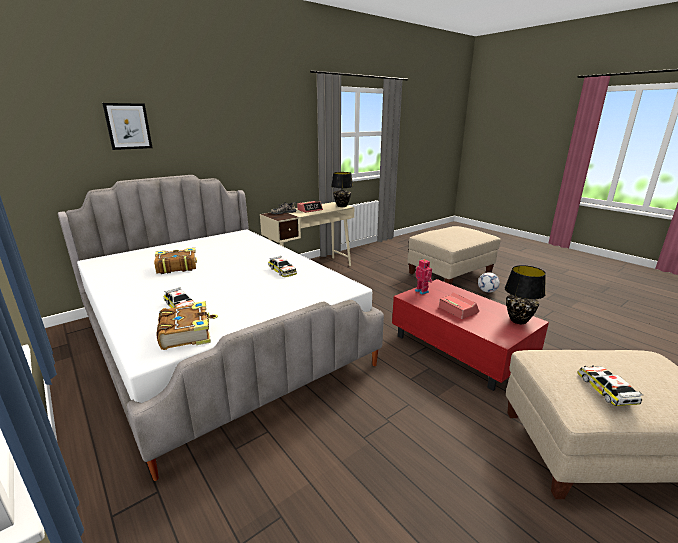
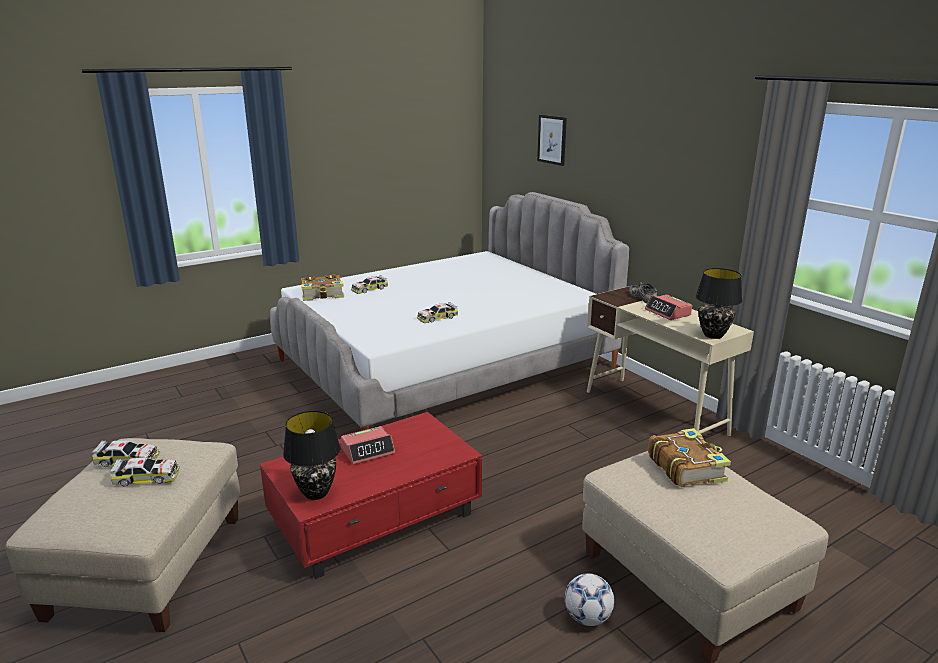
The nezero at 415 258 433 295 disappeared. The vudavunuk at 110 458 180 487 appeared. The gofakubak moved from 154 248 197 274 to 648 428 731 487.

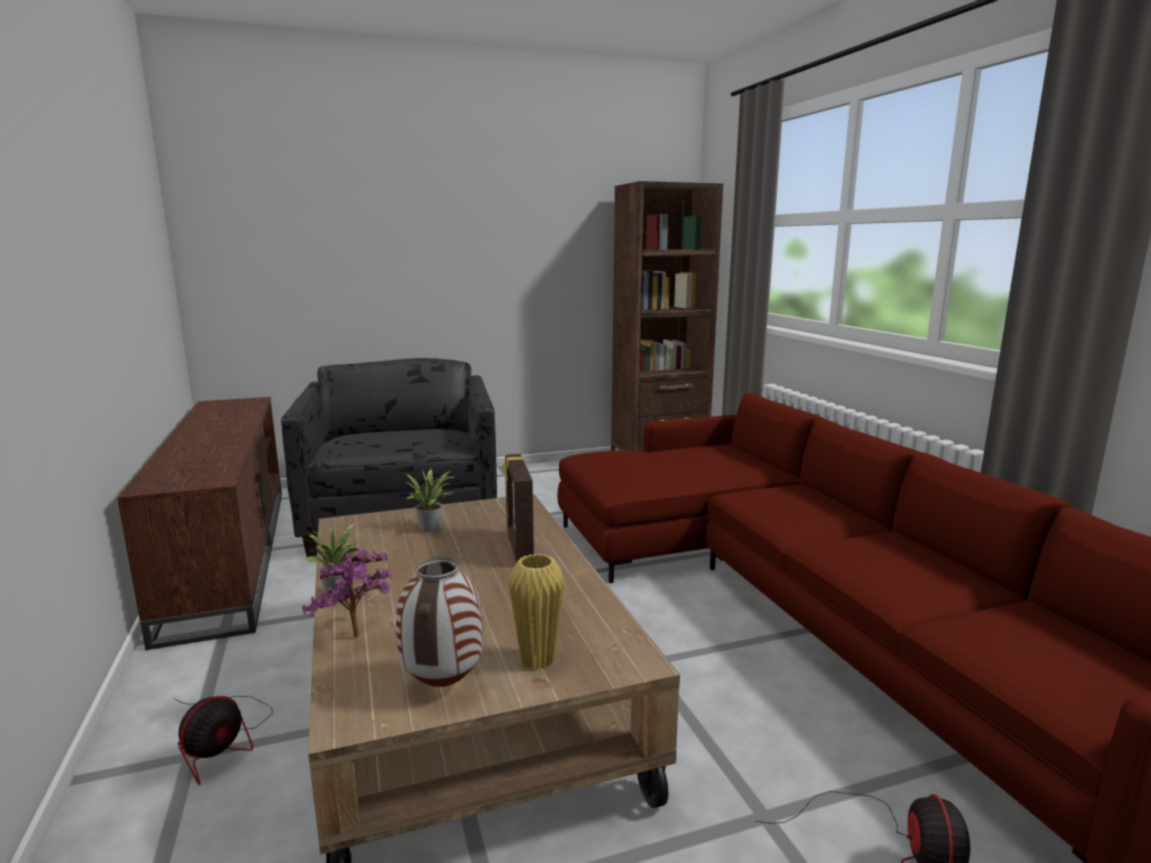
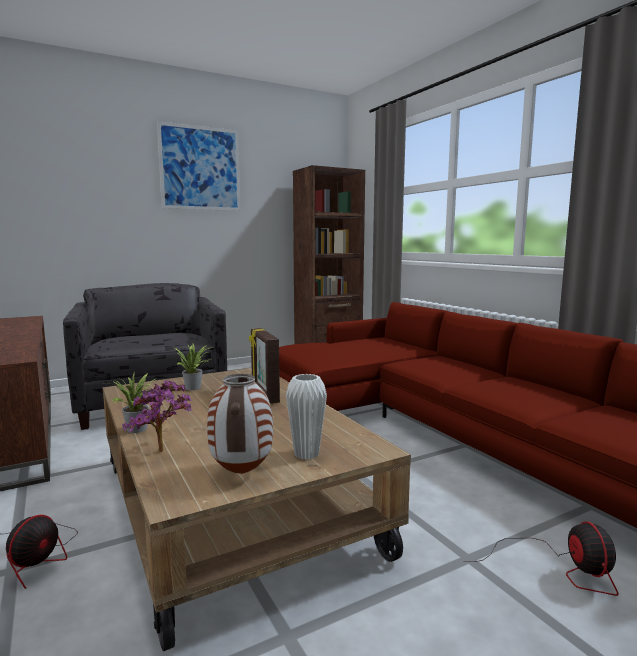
The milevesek at 157 121 240 211 appeared. The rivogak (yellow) at 509 554 565 669 became the rivogak (white) at 286 374 327 460.

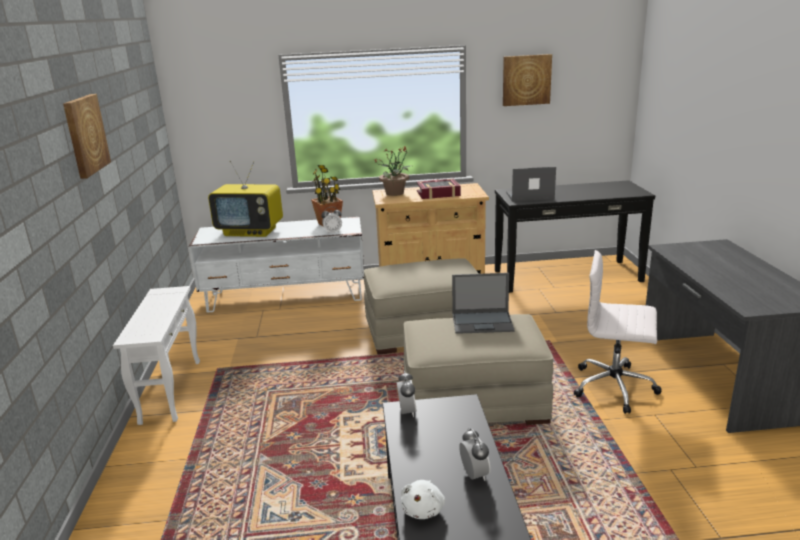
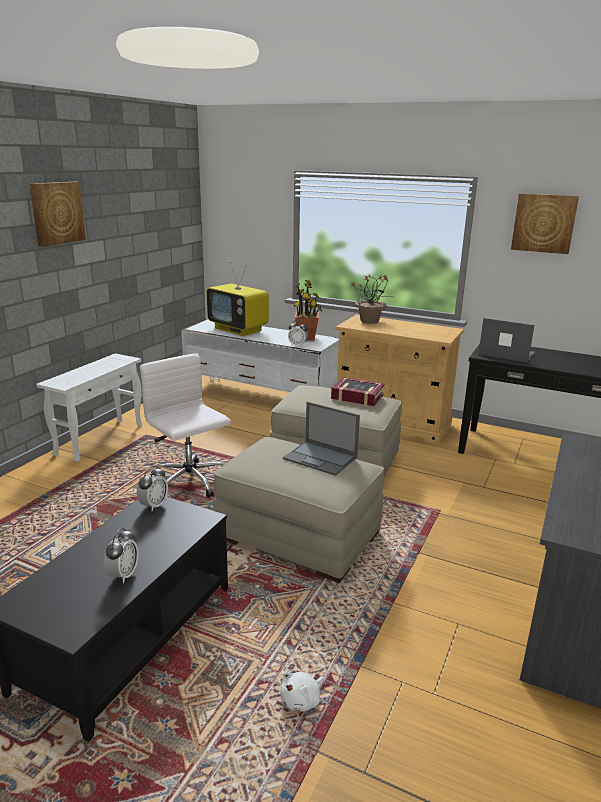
The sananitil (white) moved from 401 480 445 519 to 280 672 325 711. The gofakubak moved from 417 179 461 199 to 331 377 385 406. The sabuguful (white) moved from 574 250 662 414 to 140 353 231 498.

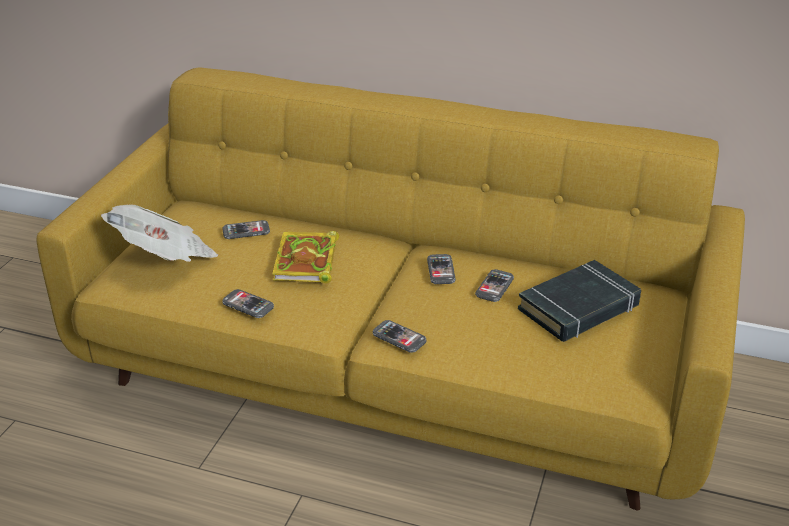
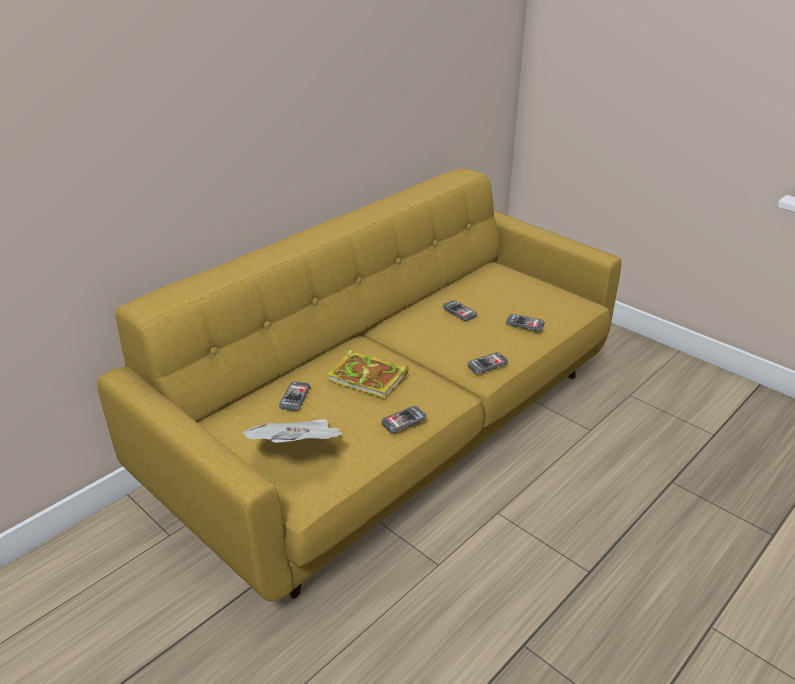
The gofakubak (black) at 518 260 641 342 disappeared. The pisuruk moved from 427 254 456 284 to 506 314 545 331.

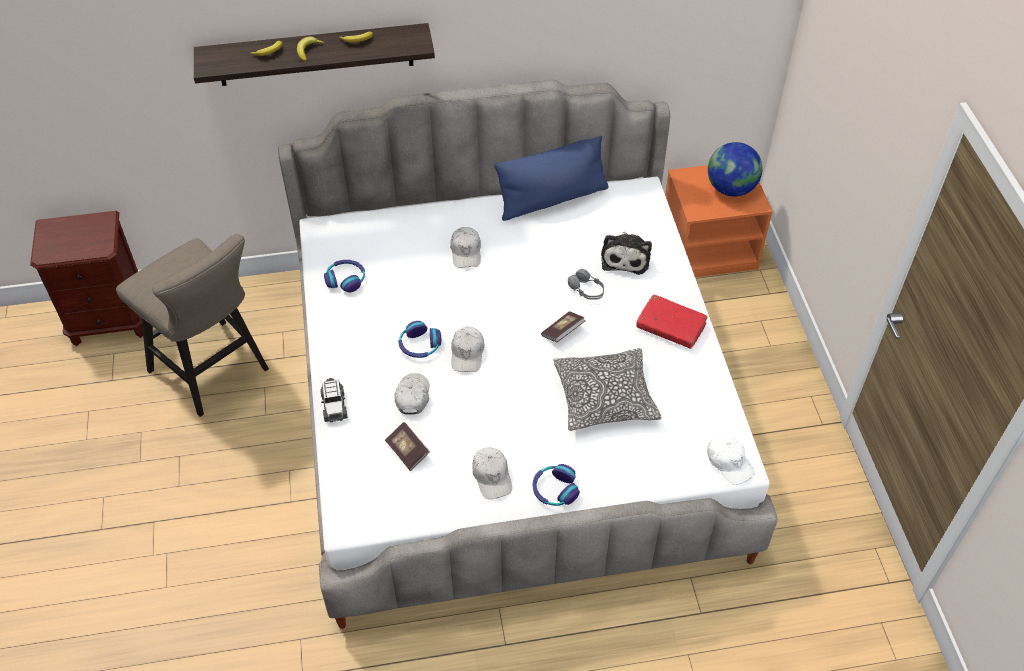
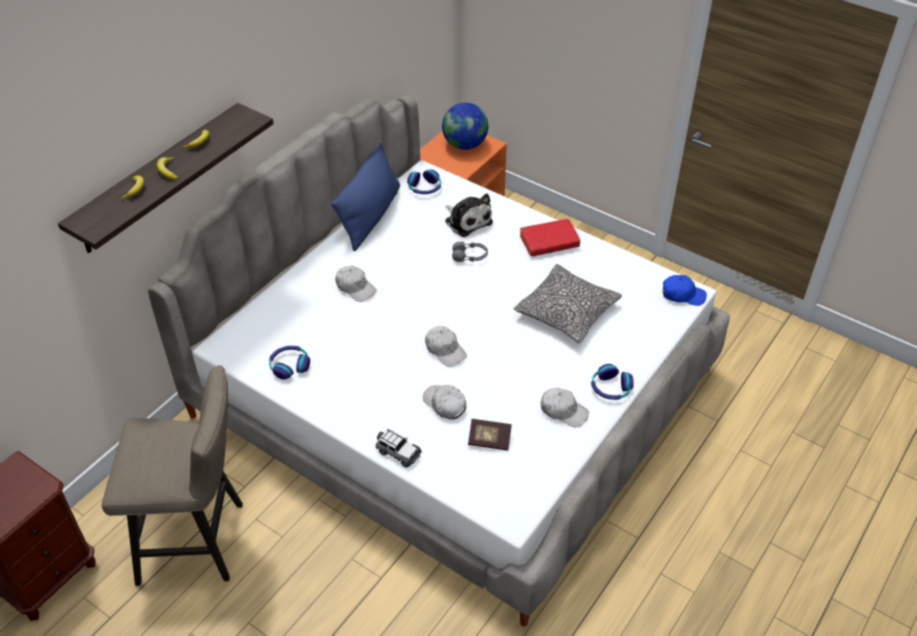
The gofakubak at 541 311 585 342 disappeared. The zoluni moved from 398 321 441 358 to 407 169 441 194. The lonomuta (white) at 707 435 755 485 became the lonomuta (blue) at 663 275 707 306.

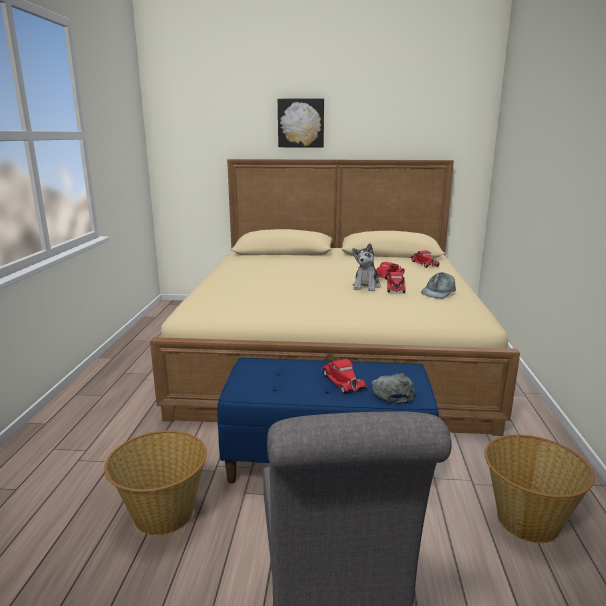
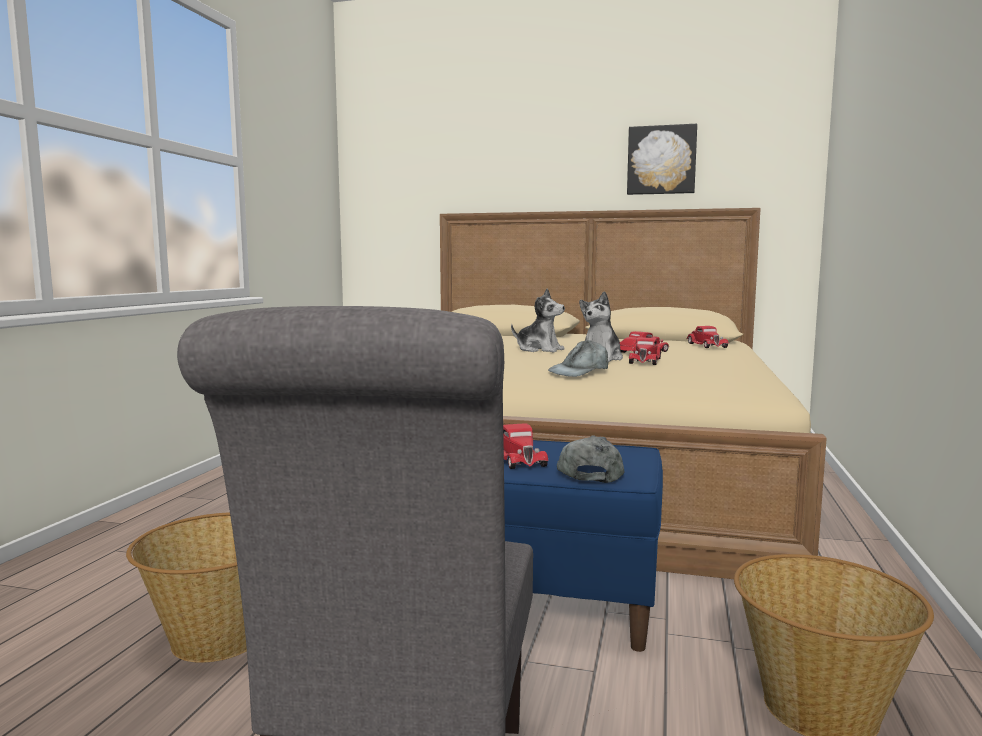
The sananitil at 511 288 565 352 appeared. The milevesek moved from 278 98 324 147 to 627 124 697 195. The lonomuta (grey) moved from 421 272 456 299 to 548 340 608 377.

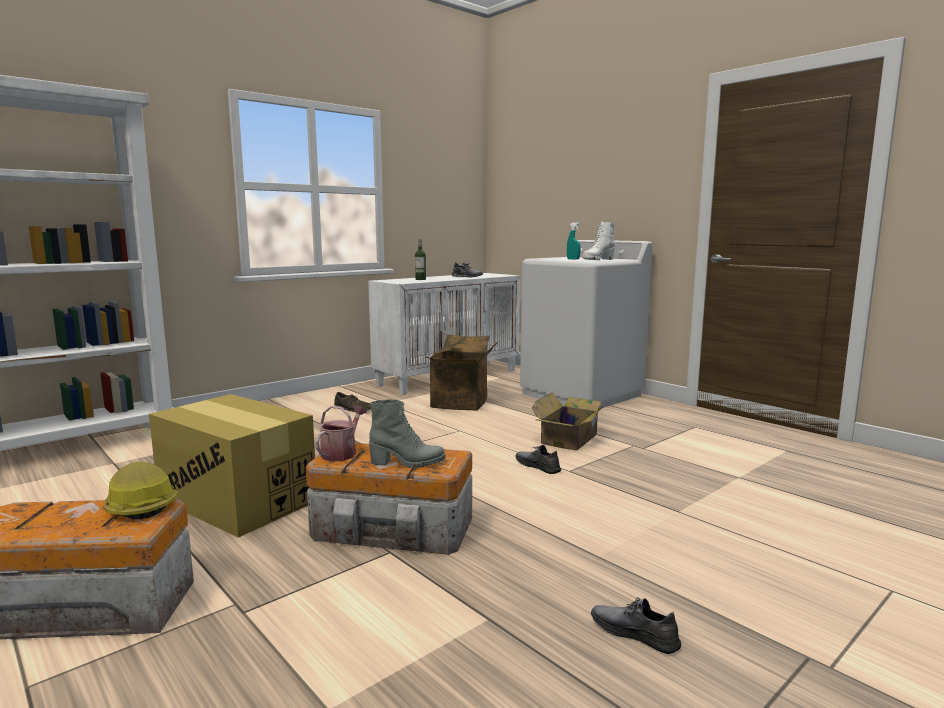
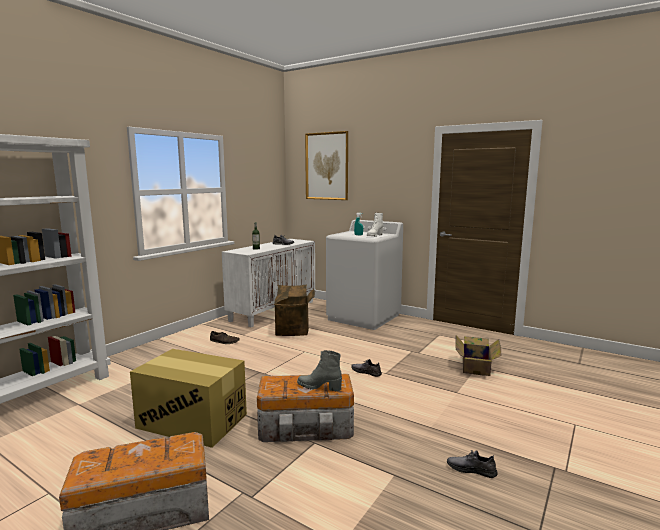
The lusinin at 104 462 178 519 disappeared. The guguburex at 315 406 367 462 disappeared. The milevesek at 305 131 348 200 appeared. The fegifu moved from 532 392 610 451 to 455 335 501 376. The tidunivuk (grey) at 369 399 446 468 turned 150 degrees counterclockwise.

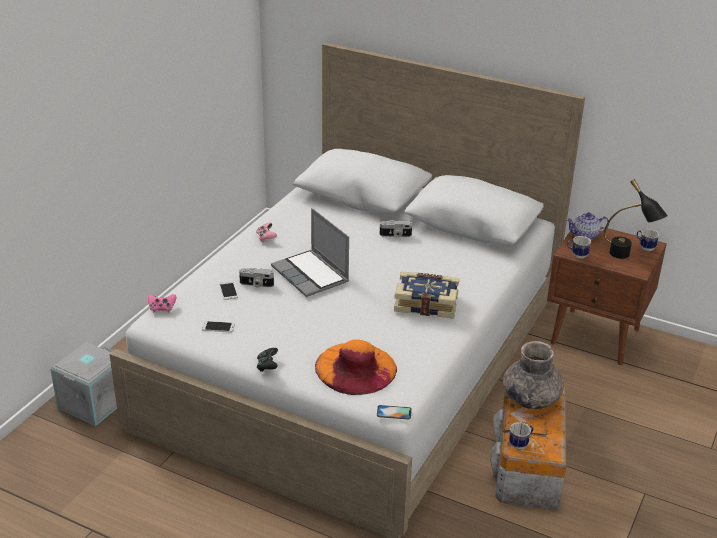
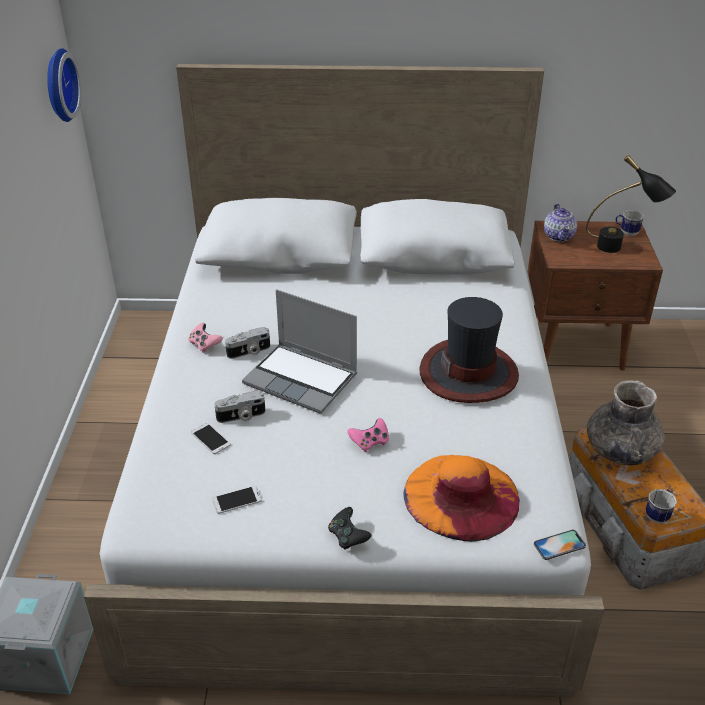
The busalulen at 567 236 591 259 disappeared. The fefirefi at 47 48 81 122 appeared. The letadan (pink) moved from 148 294 176 312 to 347 418 389 452. The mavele moved from 380 220 412 238 to 225 327 270 359. The gofakubak at 394 272 459 319 was replaced by the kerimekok at 420 297 519 403. The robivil at 566 212 609 240 turned 60 degrees counterclockwise.

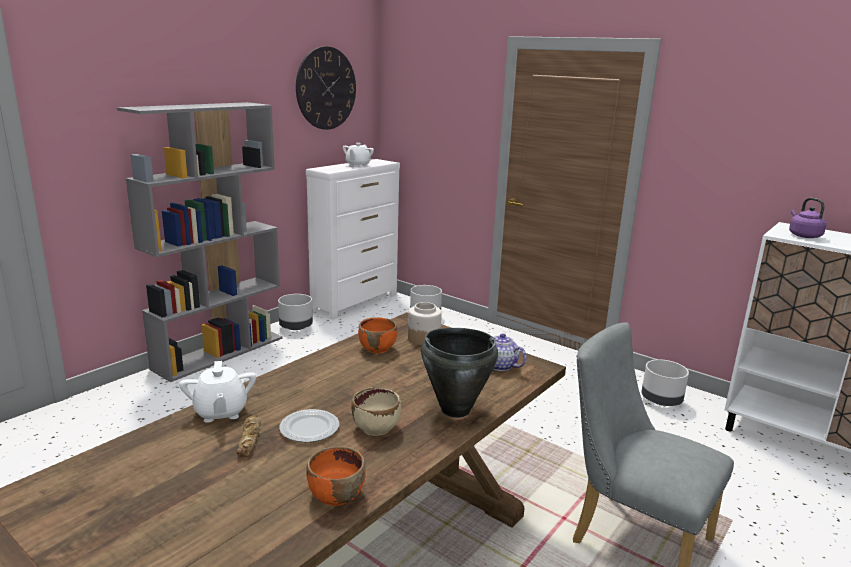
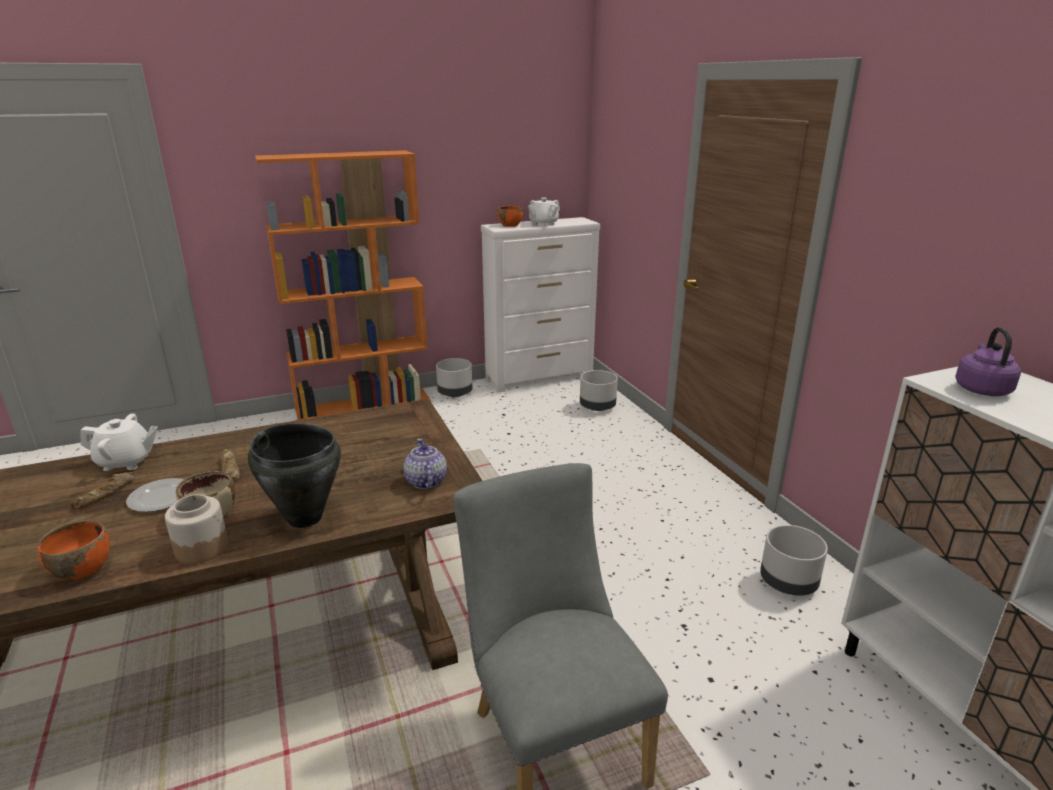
The fefirefi at 296 46 356 130 disappeared. The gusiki at 221 448 240 481 appeared. The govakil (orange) moved from 358 317 397 353 to 497 206 523 227. The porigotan moved from 408 302 442 345 to 165 494 228 564. The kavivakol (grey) at 117 102 282 382 became the kavivakol (orange) at 255 150 431 420. The robivil (white) at 179 361 256 423 turned 105 degrees counterclockwise.

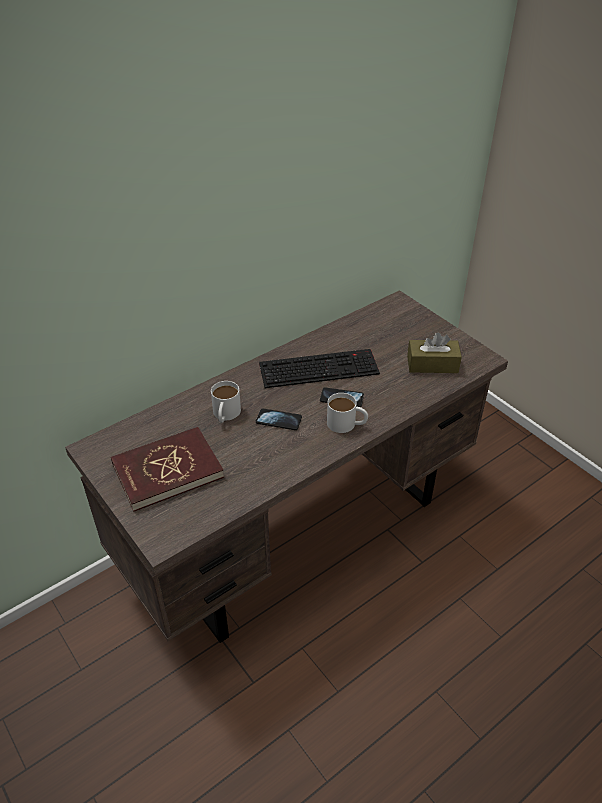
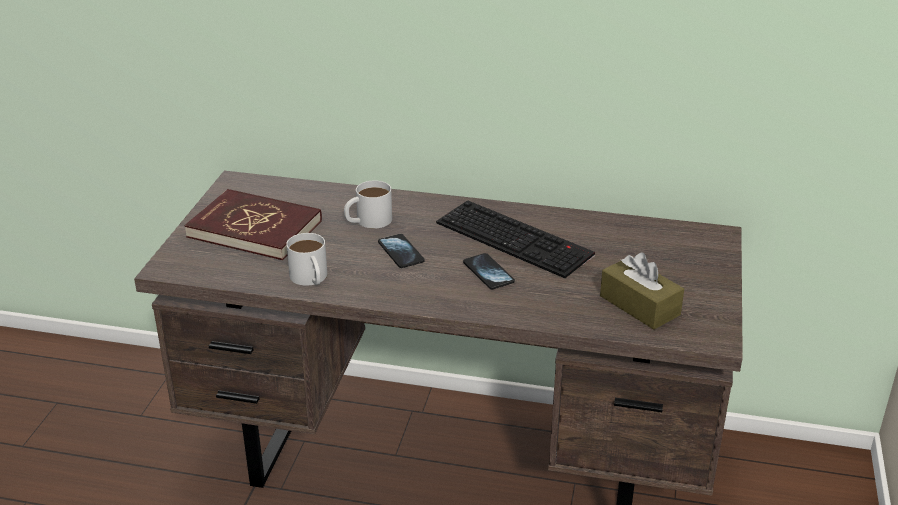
The busalulen (white) moved from 327 393 368 433 to 286 233 327 285.

